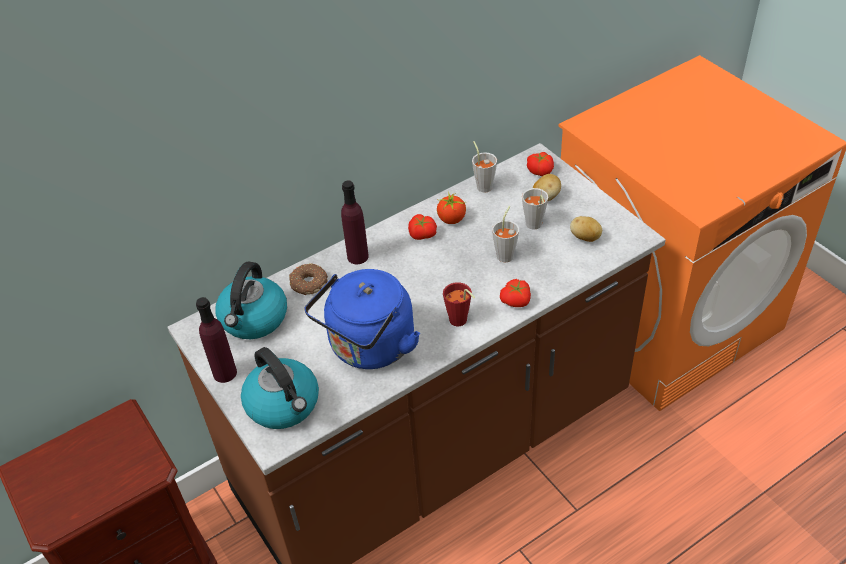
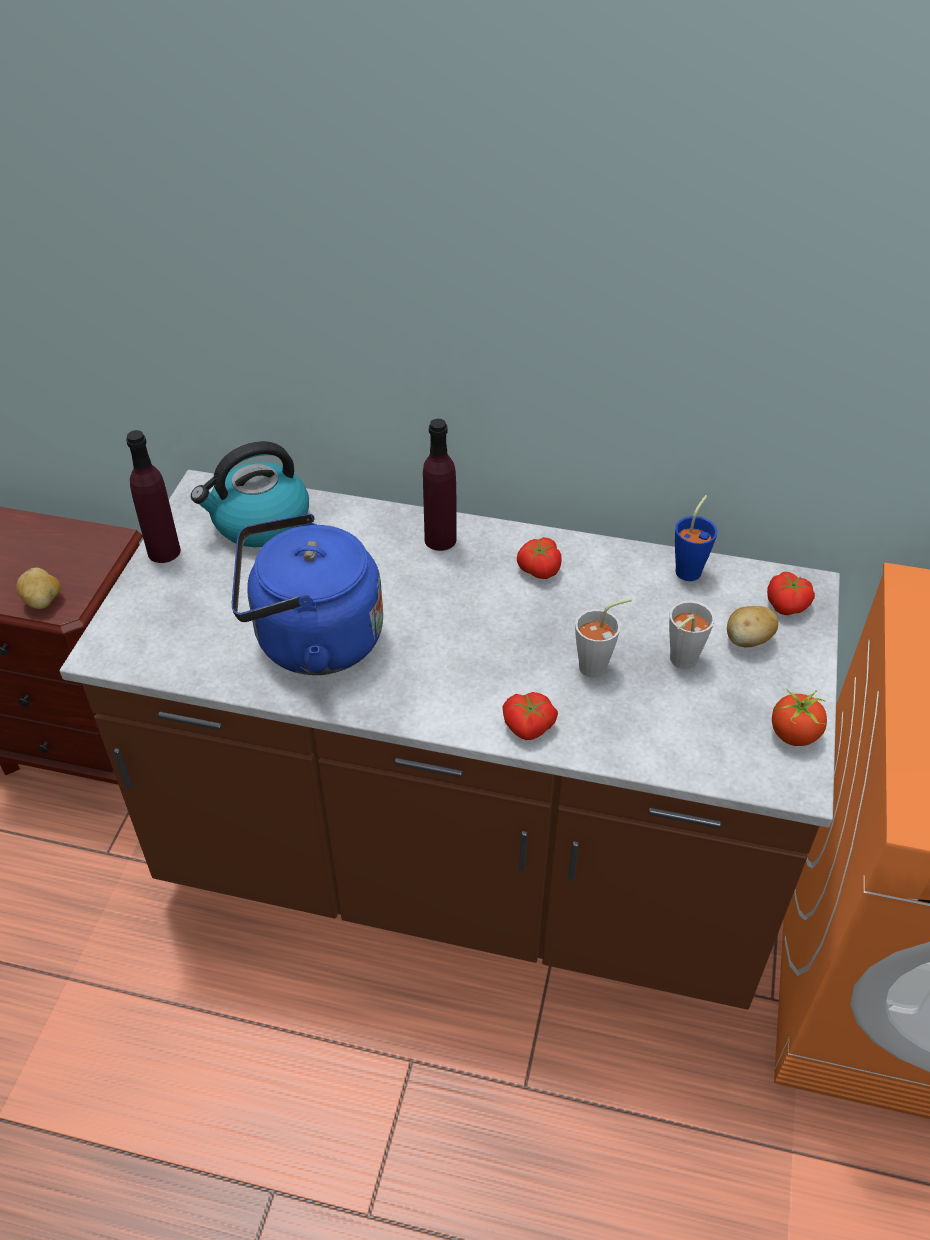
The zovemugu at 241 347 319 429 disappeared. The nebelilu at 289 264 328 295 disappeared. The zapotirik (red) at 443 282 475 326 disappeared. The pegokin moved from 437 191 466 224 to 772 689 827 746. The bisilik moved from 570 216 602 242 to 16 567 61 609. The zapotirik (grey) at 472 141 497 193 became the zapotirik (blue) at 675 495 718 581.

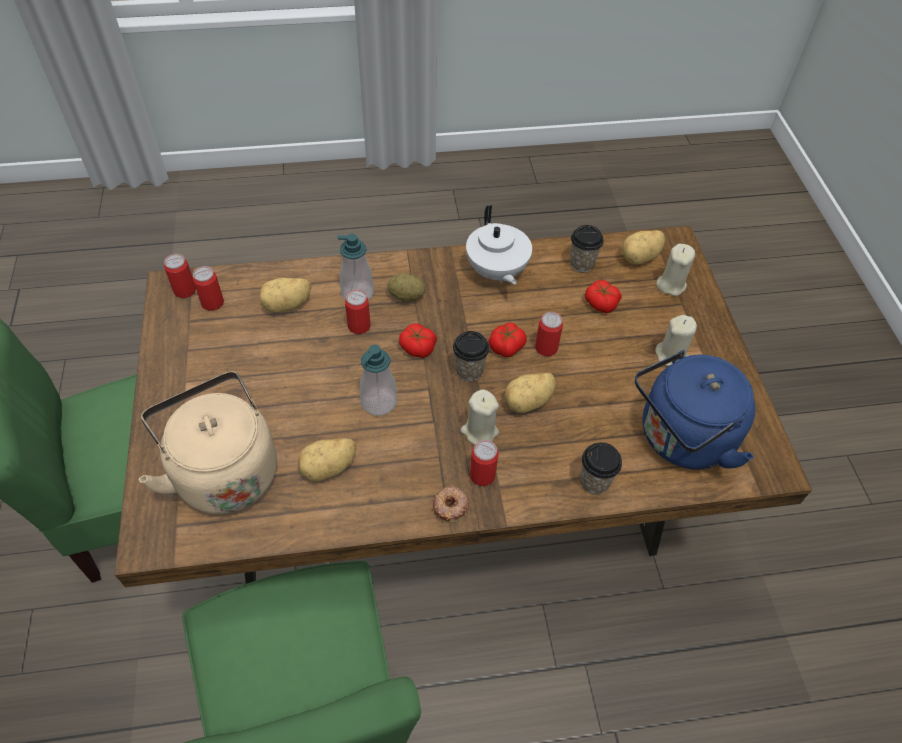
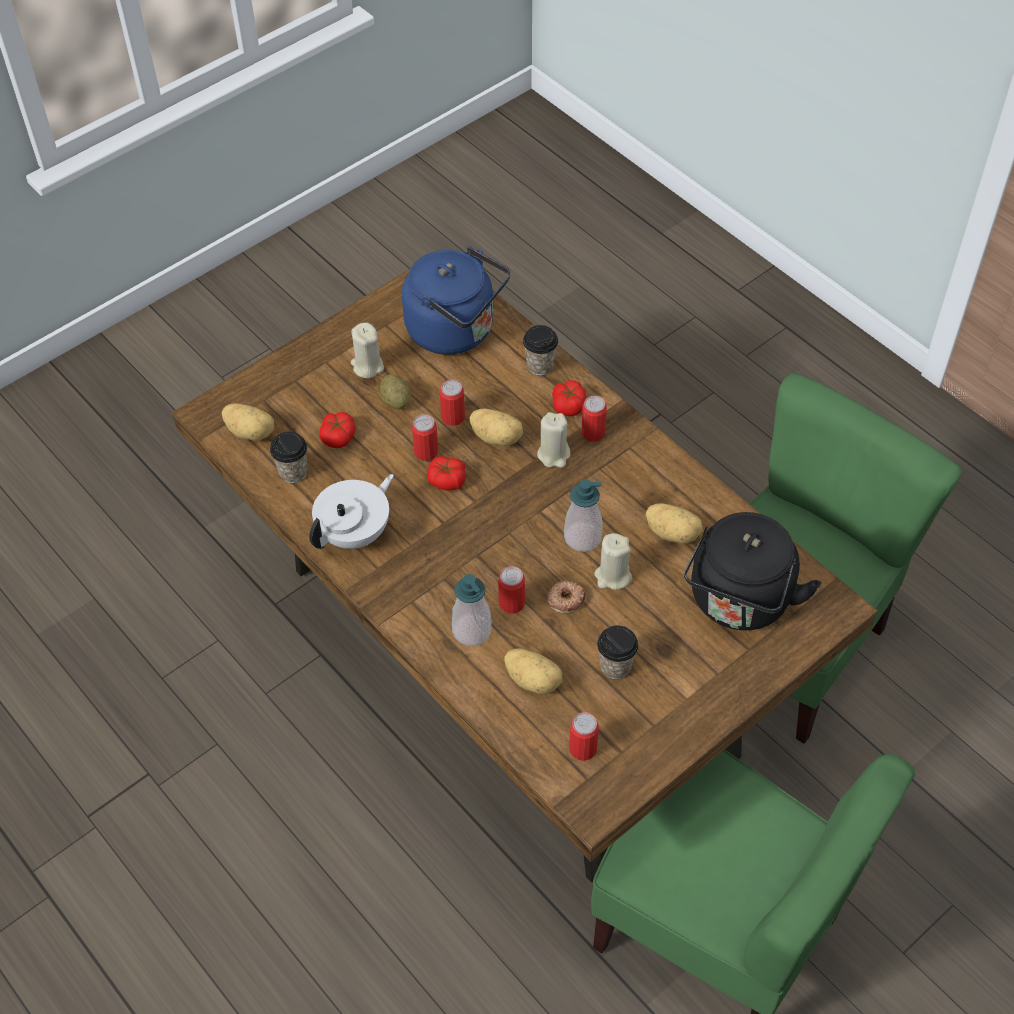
The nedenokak moved from 164 254 196 298 to 440 380 465 426. The bisilik moved from 387 273 426 302 to 380 374 411 410. The pegokin moved from 399 323 437 358 to 552 380 586 416. The nebelilu moved from 433 485 469 523 to 547 581 586 613. The zapotirik moved from 453 331 489 381 to 597 625 638 679. The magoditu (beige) moved from 657 243 695 296 to 594 533 632 590. The zovemugu (beige) at 139 371 277 514 became the zovemugu (black) at 684 512 821 630.

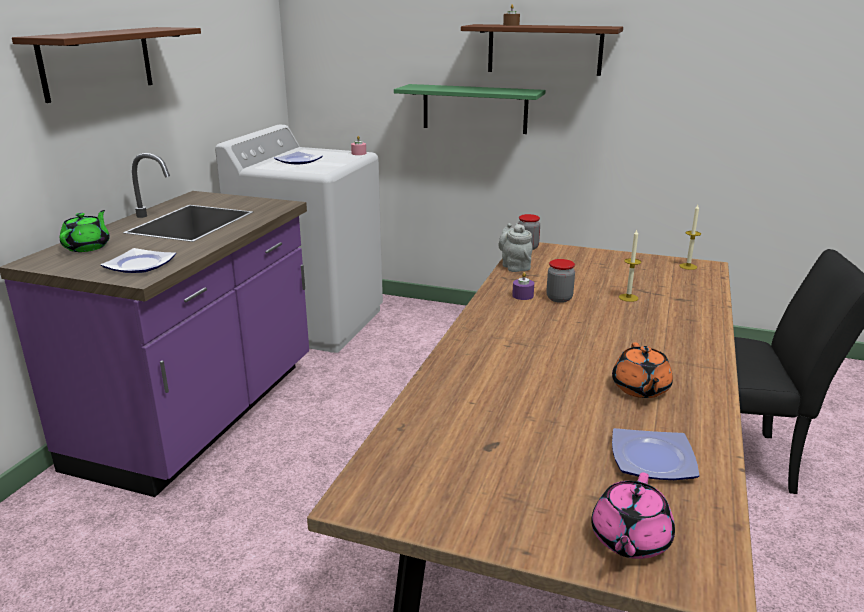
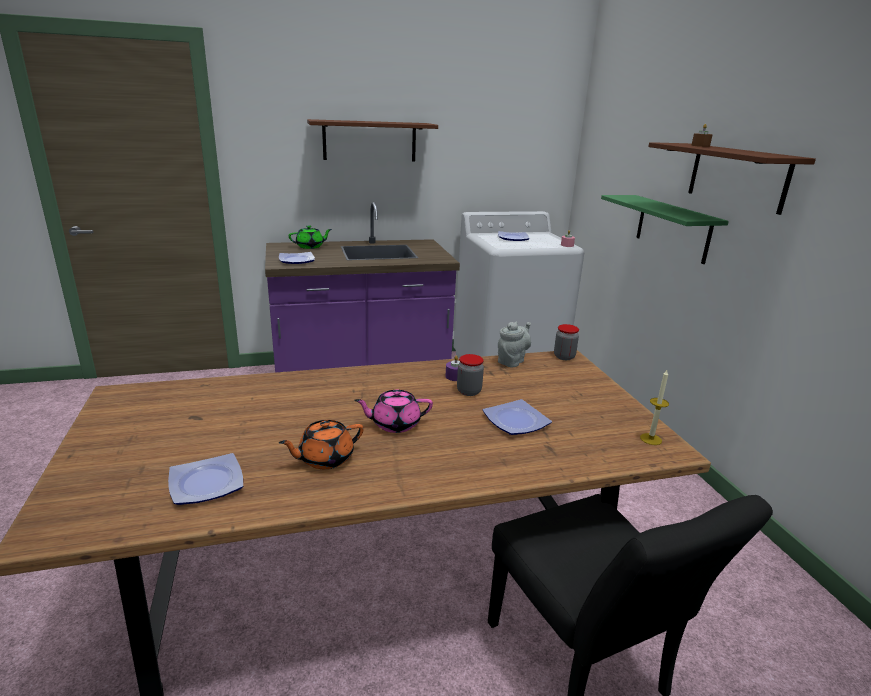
The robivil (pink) moved from 591 472 675 559 to 354 389 433 433. The magoditu at 619 230 641 302 was replaced by the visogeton at 482 399 552 435.

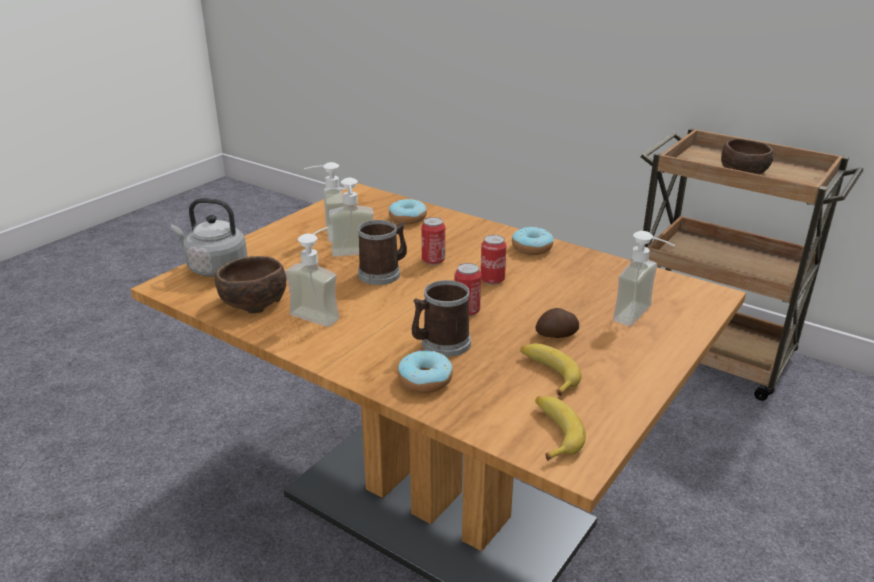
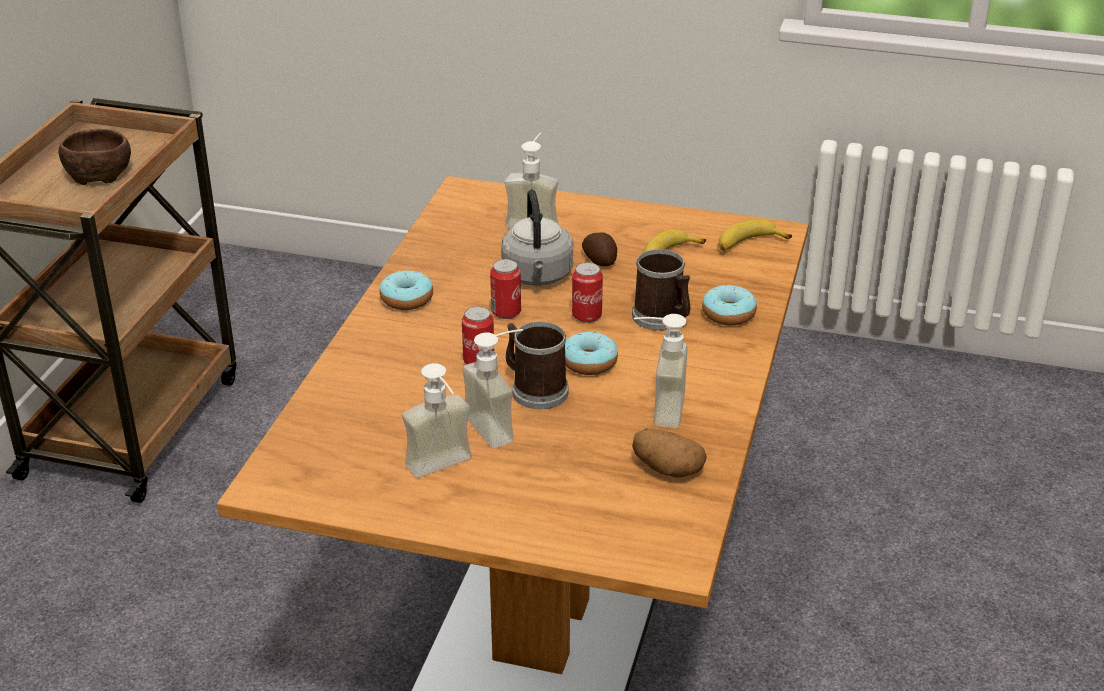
The zovemugu (grey) moved from 171 198 247 277 to 501 189 573 286. The nebelilu moved from 389 198 427 224 to 565 332 618 375. The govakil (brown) at 215 256 286 313 was replaced by the bisilik at 632 428 707 478.

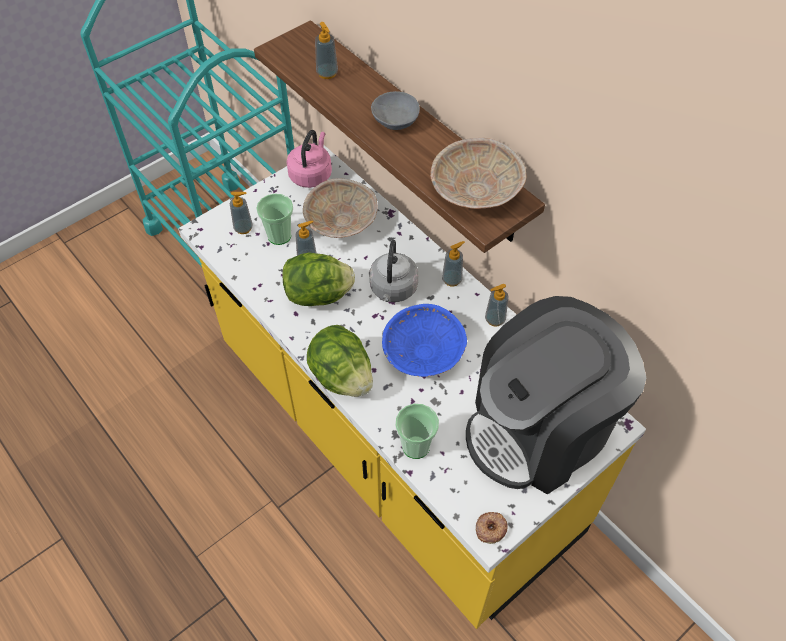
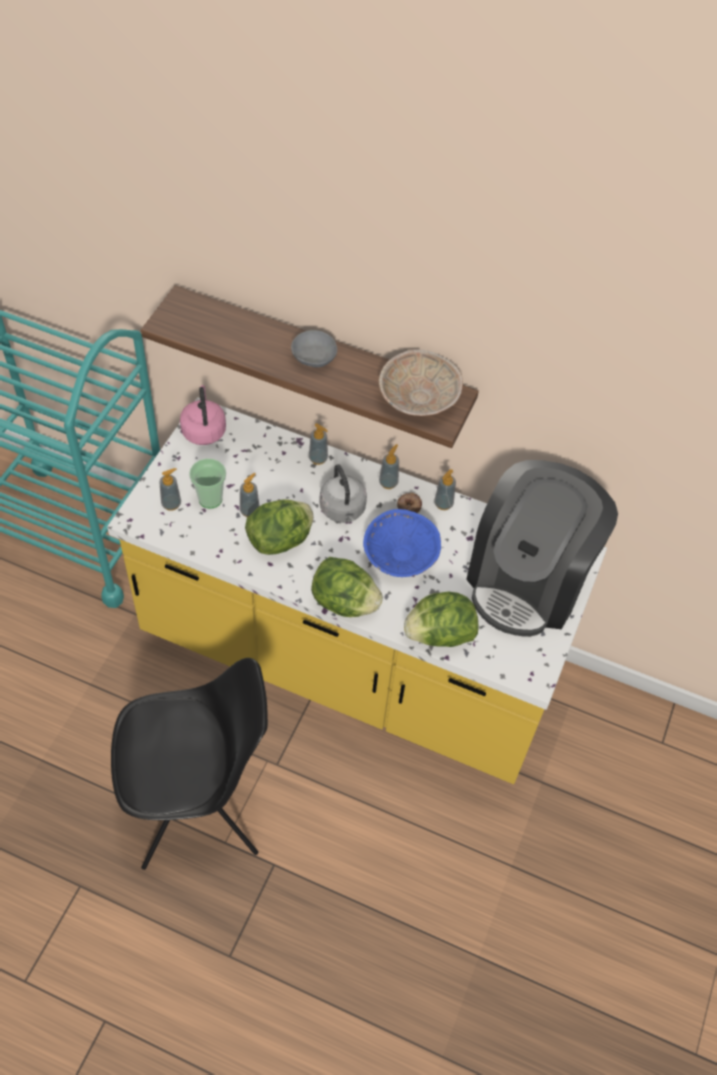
The govakil (beige) at 303 179 378 238 disappeared. The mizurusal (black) at 111 658 268 870 appeared. The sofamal moved from 315 22 338 79 to 309 423 328 465. The nebelilu moved from 476 512 508 544 to 397 493 422 513. The zapotirik at 395 404 439 459 was replaced by the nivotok at 404 592 478 647.

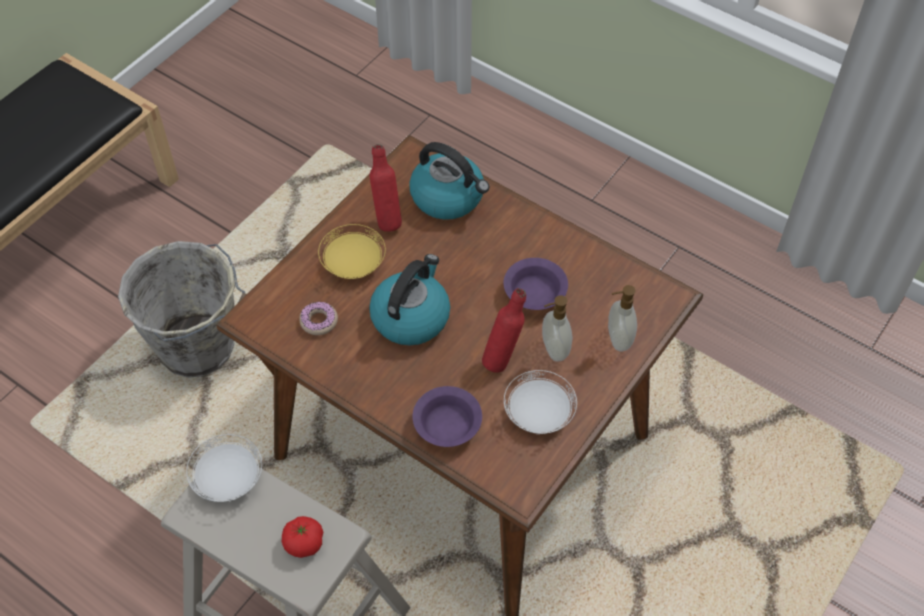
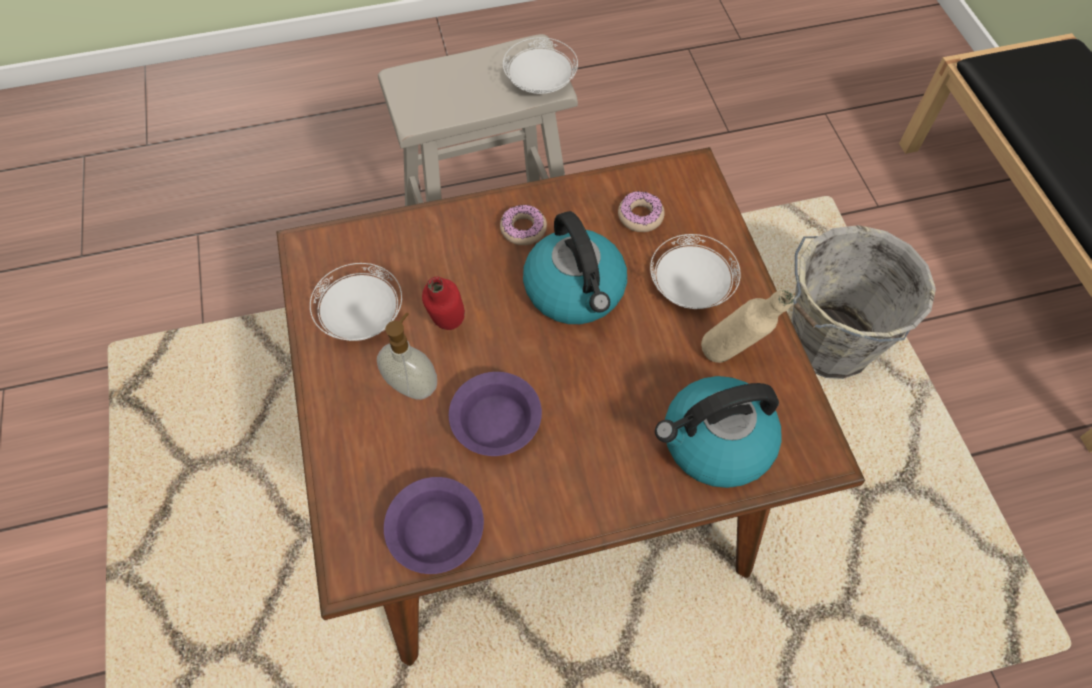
The pegokin at 282 516 323 558 disappeared. The sofamal at 608 285 637 351 disappeared. The nebelilu at 500 204 547 245 appeared. The govakil (purple) moved from 412 386 482 447 to 384 477 484 574. The visogeton (yellow) at 318 224 386 279 became the visogeton (white) at 650 234 741 309. The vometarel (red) at 370 144 402 232 became the vometarel (beige) at 701 290 793 363.

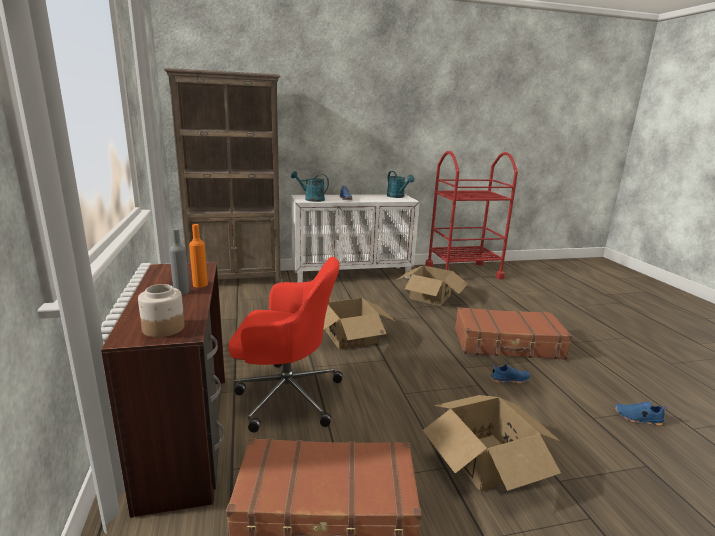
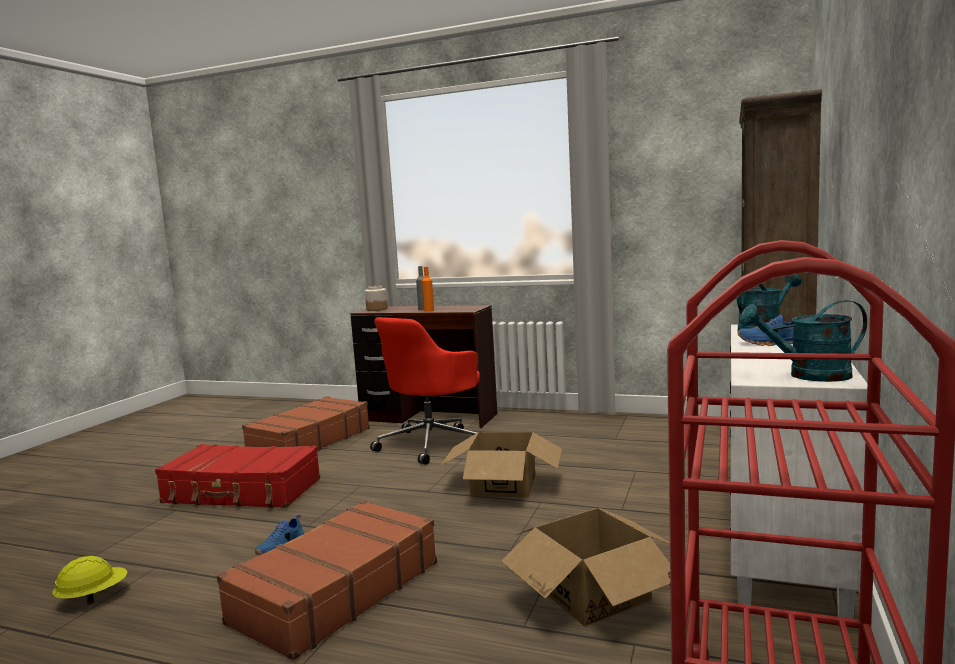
The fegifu at 422 395 561 491 was replaced by the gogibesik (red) at 155 444 320 508. The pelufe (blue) at 615 401 668 426 was replaced by the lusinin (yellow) at 52 556 127 605.

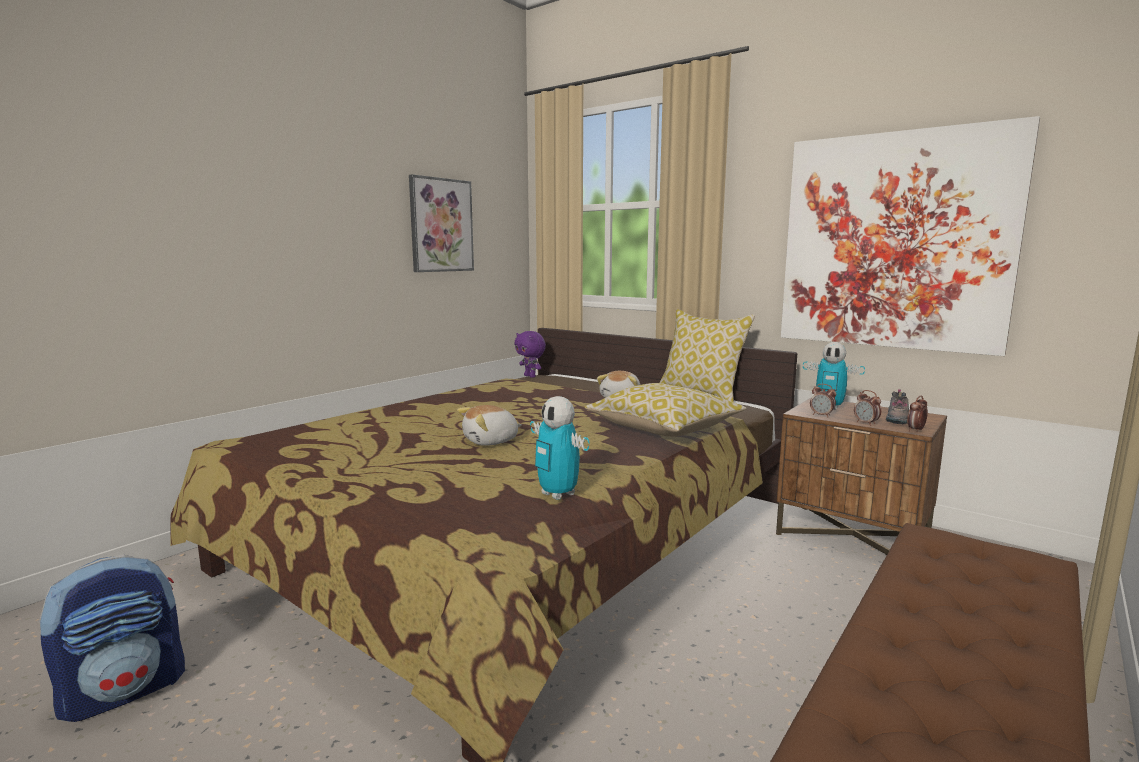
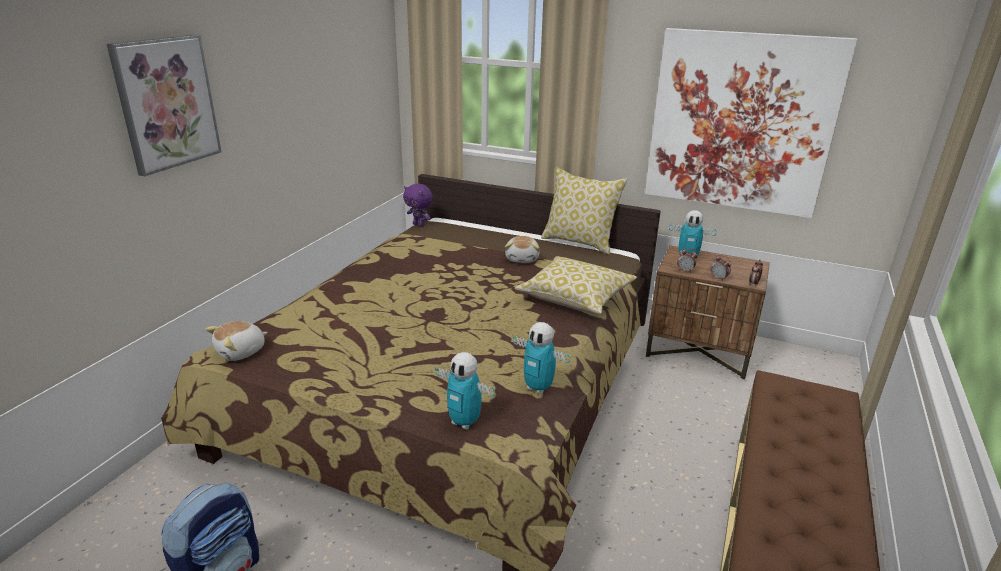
The pelufe at 886 389 909 424 disappeared. The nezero at 435 352 495 430 appeared. The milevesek moved from 409 174 474 272 to 107 35 222 176. The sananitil moved from 457 405 521 446 to 205 321 268 361.

